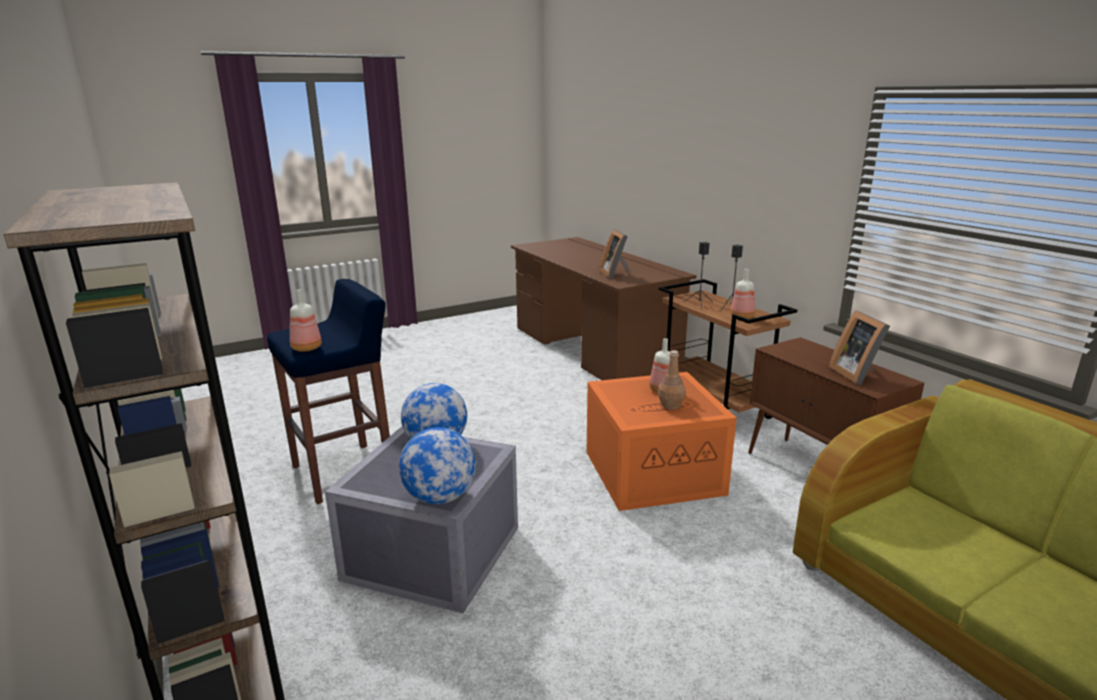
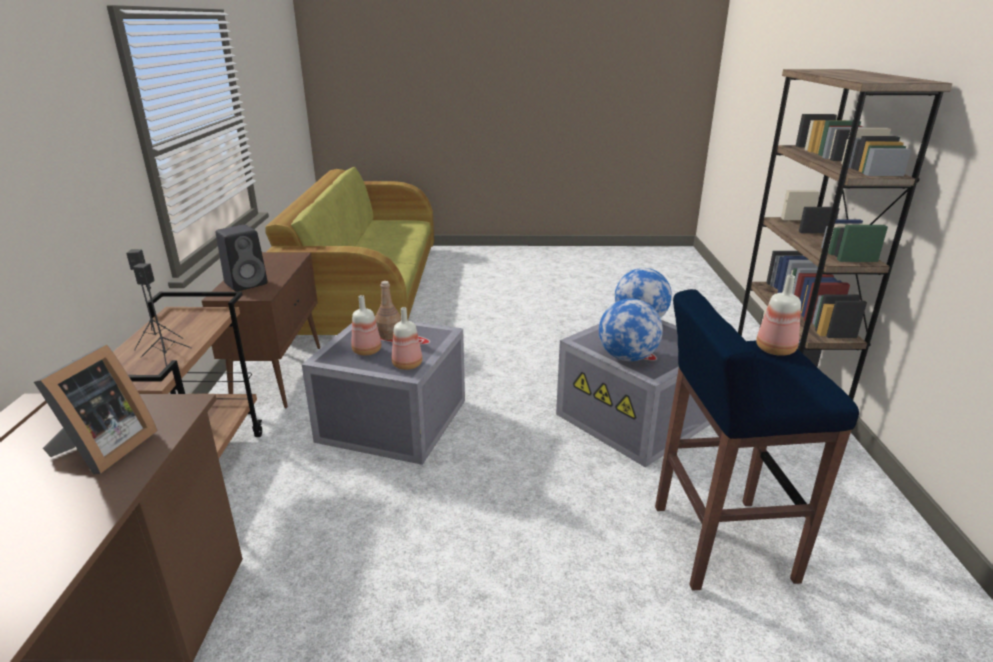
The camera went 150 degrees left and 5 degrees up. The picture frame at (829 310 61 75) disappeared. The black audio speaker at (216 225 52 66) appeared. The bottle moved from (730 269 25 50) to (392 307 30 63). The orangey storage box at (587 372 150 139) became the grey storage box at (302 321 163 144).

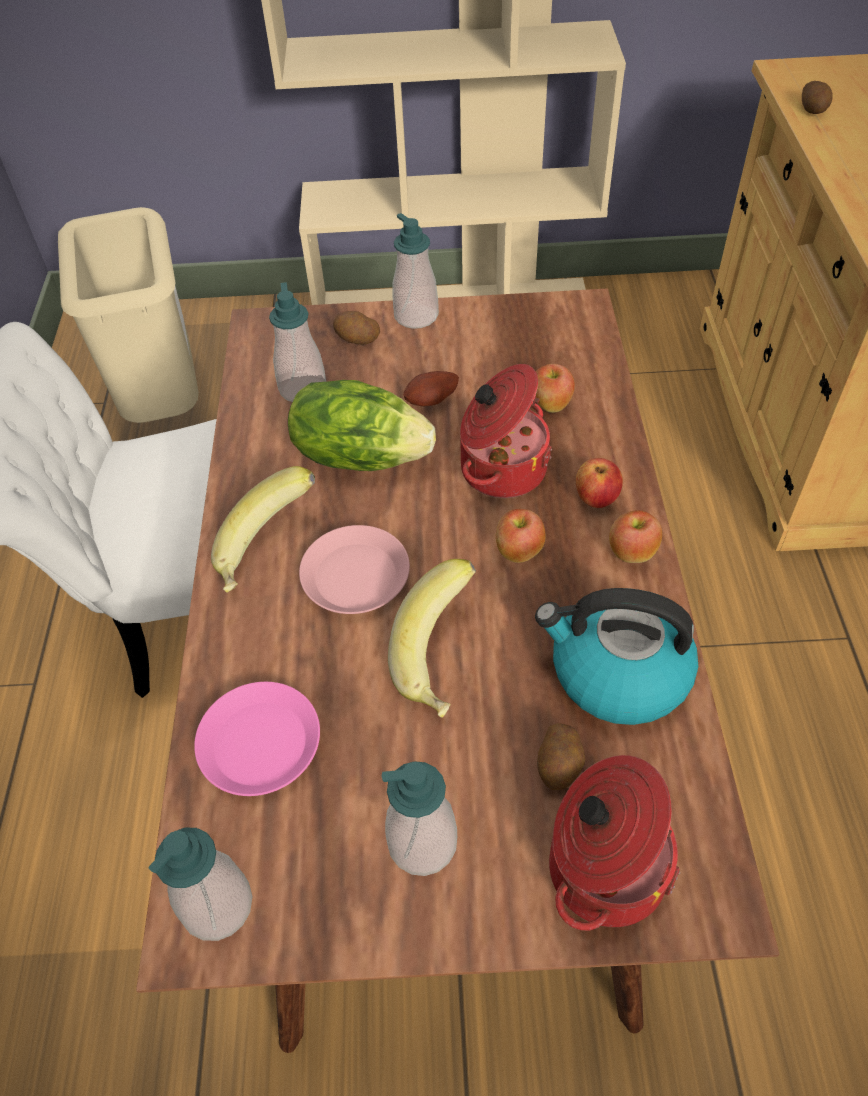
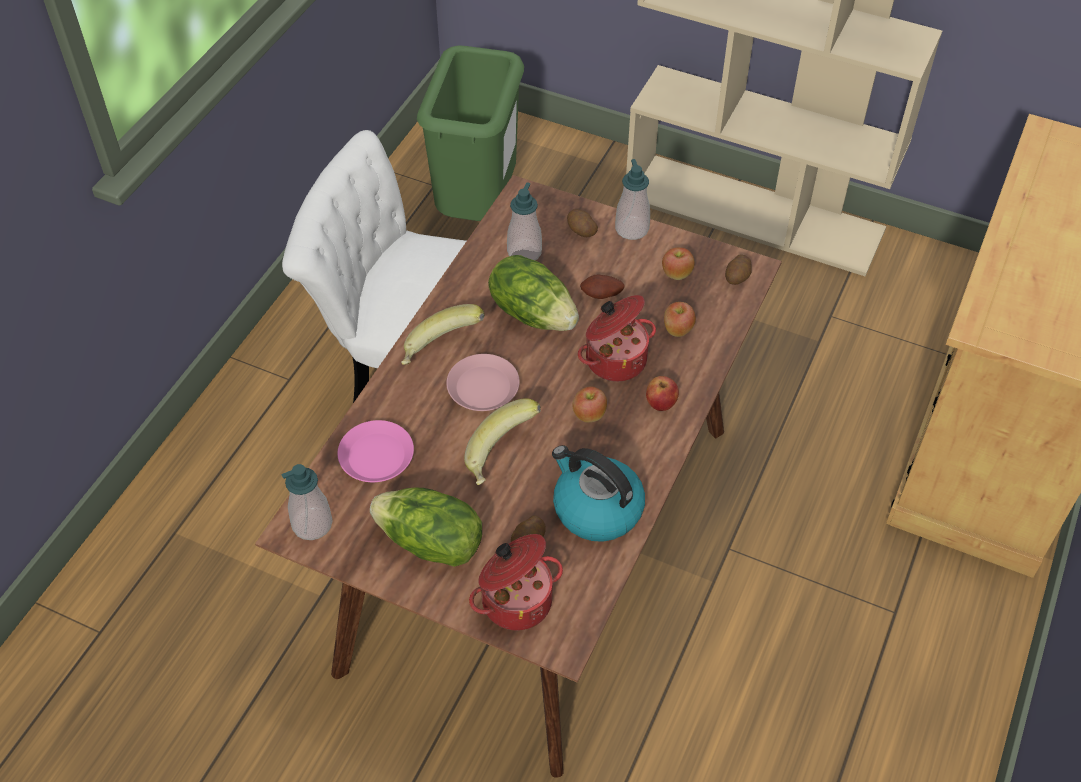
The camera went 25 degrees right and 0 degrees up. The apple moved from (609 510 53 53) to (662 247 32 33). The spud moved from (802 81 31 33) to (725 254 27 31). The liquid soap bottle at (382 761 75 115) was replaced by the lettuce head at (370 487 112 80). The beige waste bin at (58 207 141 216) became the green-coloured waste bin at (417 45 107 176).

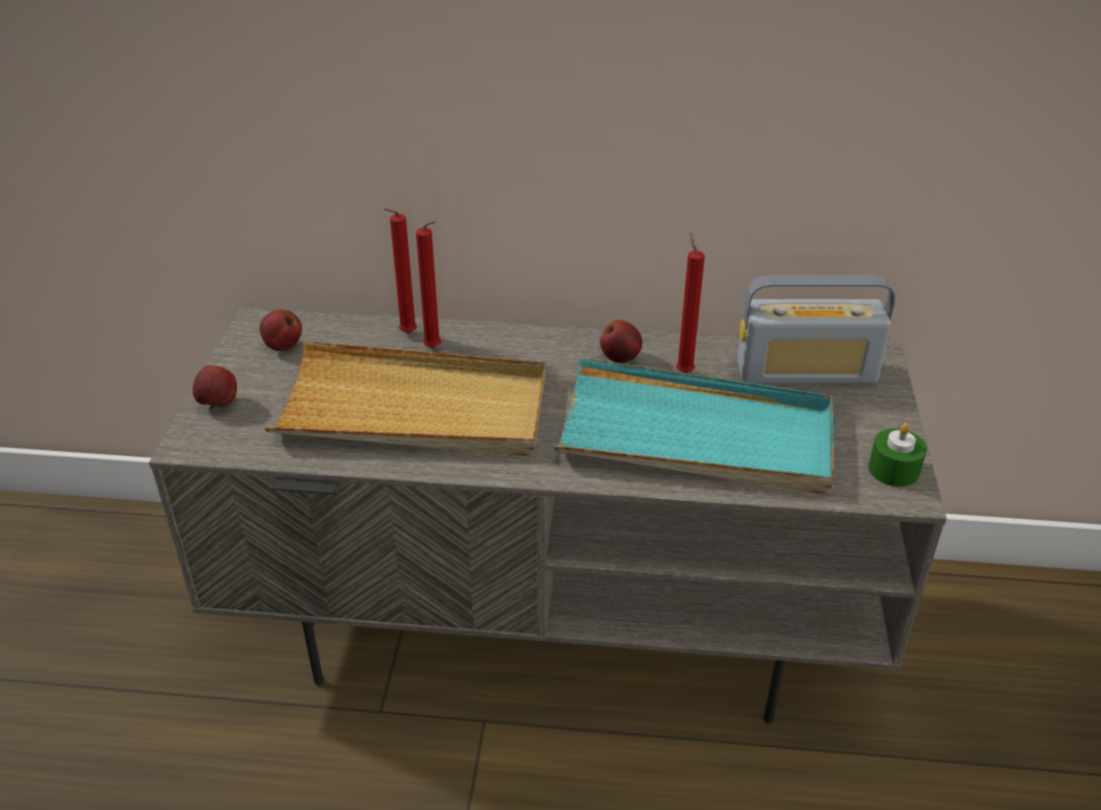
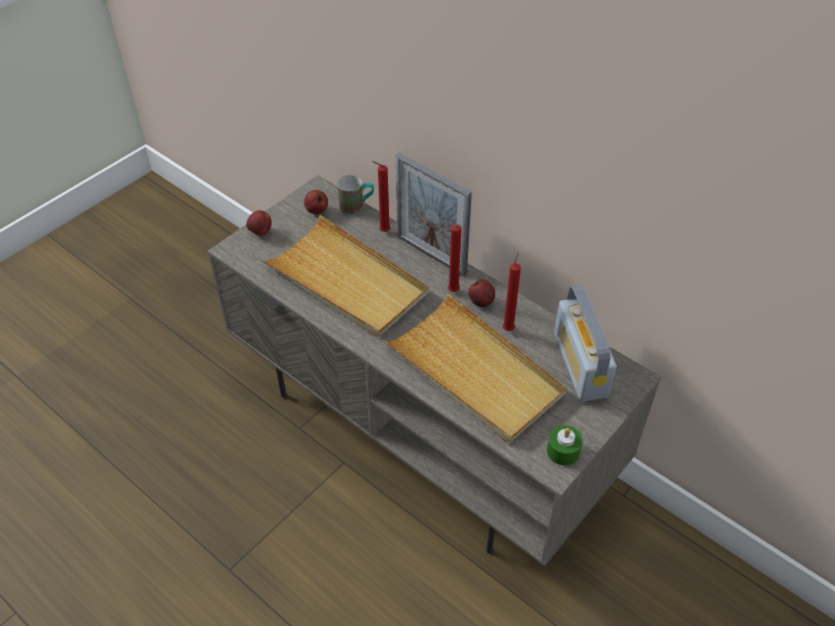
The camera went 35 degrees right and 10 degrees up. The coffee mug at (337 175 37 40) appeared. The picture frame at (396 153 76 124) appeared. The red-coloured wax candle moved from (416 221 25 127) to (448 224 14 68). The turquoise-coloured carrying tray at (554 357 280 137) became the beige carrying tray at (383 293 184 150). The radio set at (737 276 158 108) turned 45 degrees clockwise.

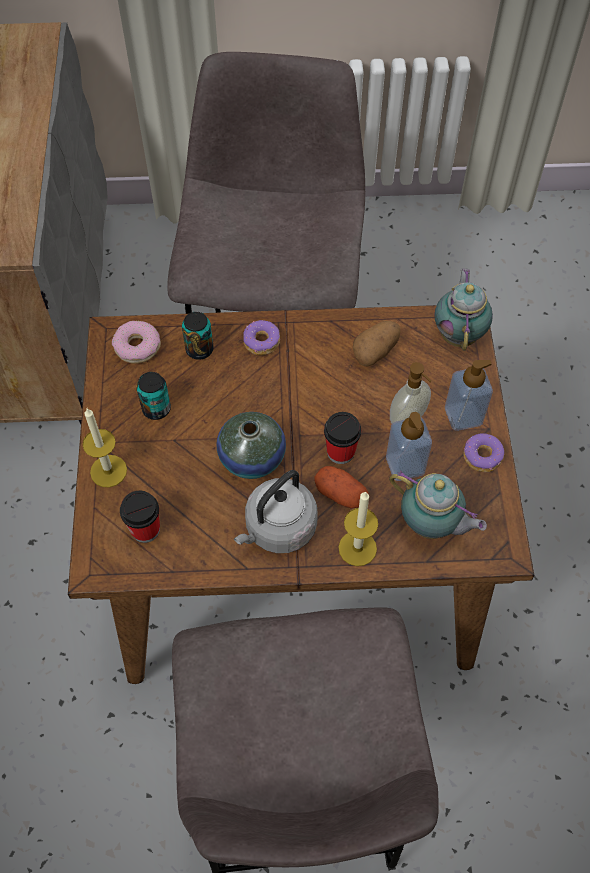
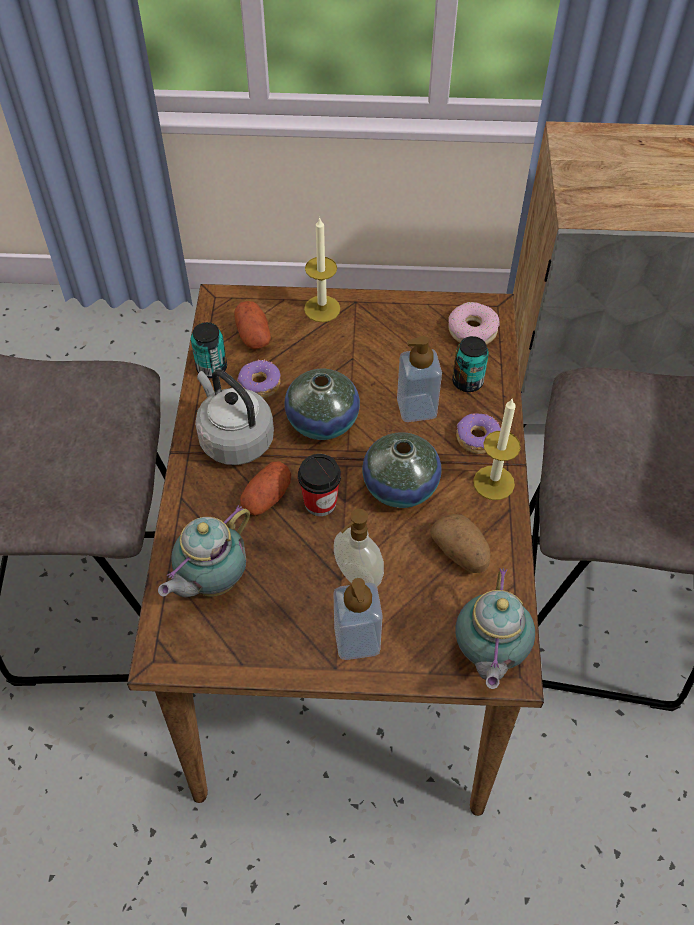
The camera went 95 degrees right and 5 degrees down. The vase at (362 432 80 76) appeared. The can moved from (136 372 35 48) to (191 322 36 56). The wax candle moved from (339 491 39 75) to (473 399 48 101). The liquid soap bottle moved from (386 412 46 69) to (397 336 45 86). The ring doughnut moved from (463 433 41 39) to (237 360 44 38). The cup at (120 491 40 52) was replaced by the spud at (234 301 37 48). The pot for tea at (435 268 58 83) turned 90 degrees clockwise.

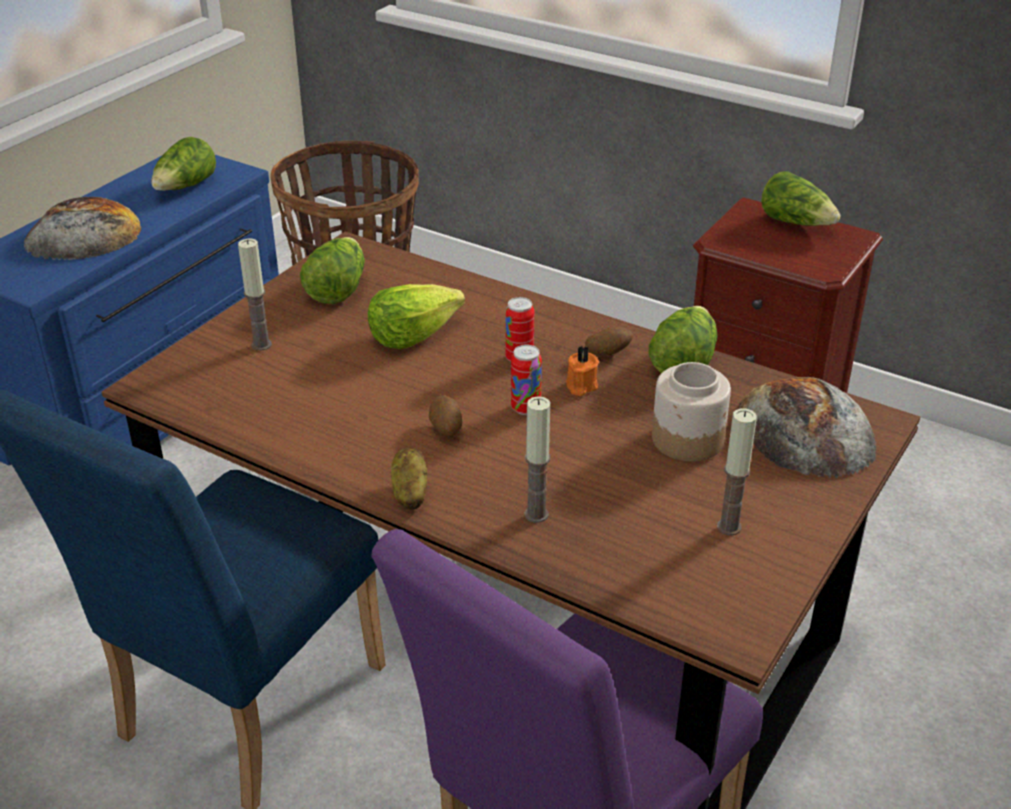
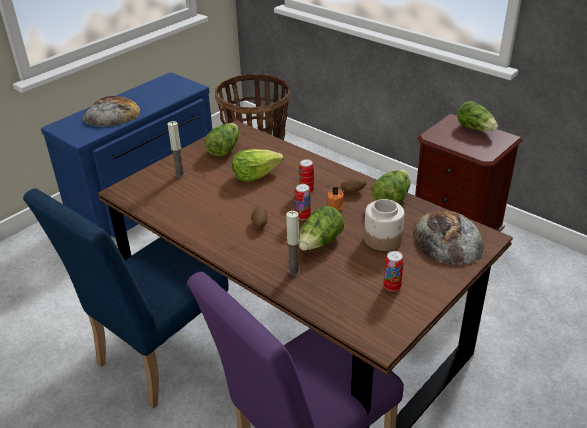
The camera went 10 degrees right and 0 degrees up. The spud at (391 448 36 61) disappeared. The lettuce head moved from (152 137 64 54) to (299 206 45 45). The wax candle at (717 408 40 128) was replaced by the can at (383 251 21 40).

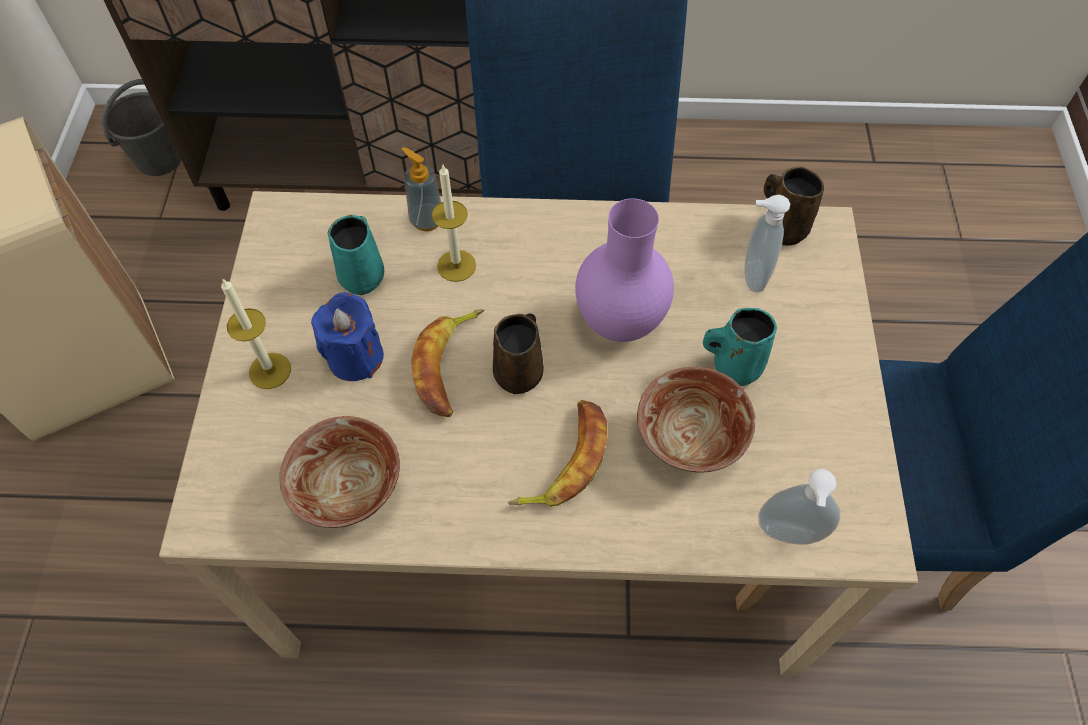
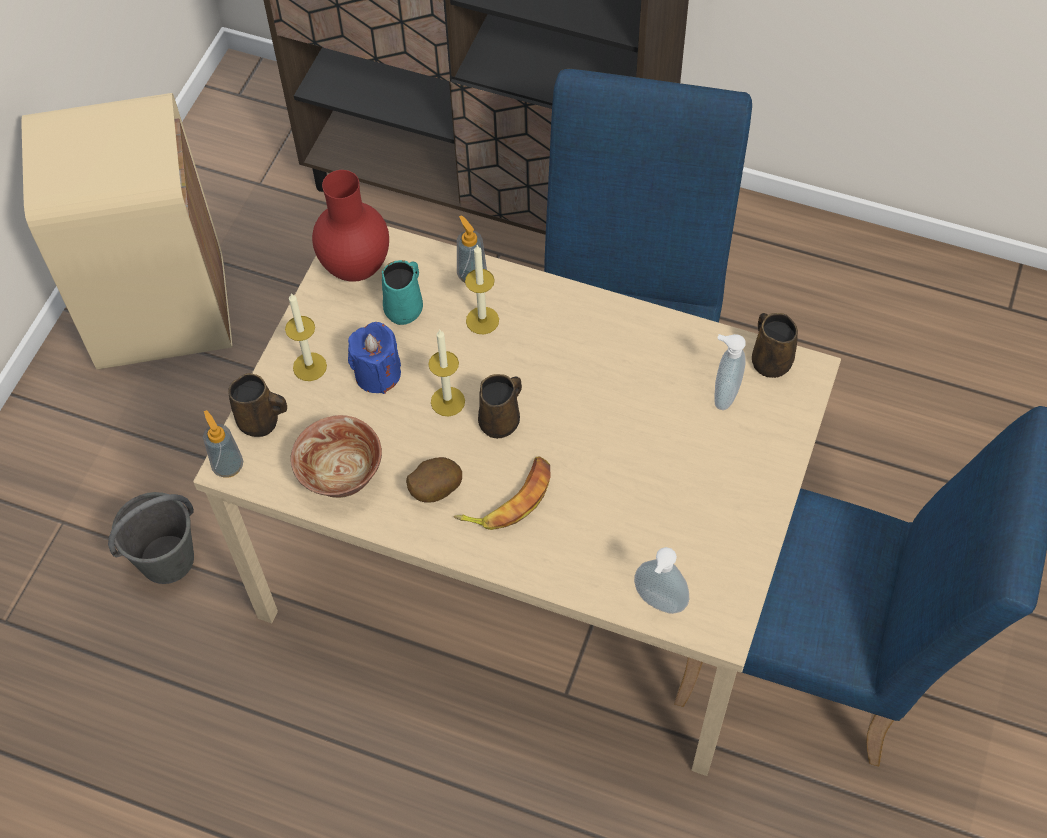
The camera went 20 degrees right and 0 degrees up. The purple vase at (575 198 99 144) disappeared. The bowl at (637 367 118 106) disappeared. The turquoise-coloured coffee mug at (703 308 74 78) disappeared. The liquid soap bottle at (203 410 40 68) appeared. The brownish coffee mug at (228 373 59 64) appeared. The red-coloured vase at (312 170 77 112) appeared. The spud at (406 457 56 46) appeared. The grey bucket moved from (102 79 79 97) to (108 492 86 92). The whole banana at (411 309 73 108) was replaced by the wax candle at (428 330 37 86).

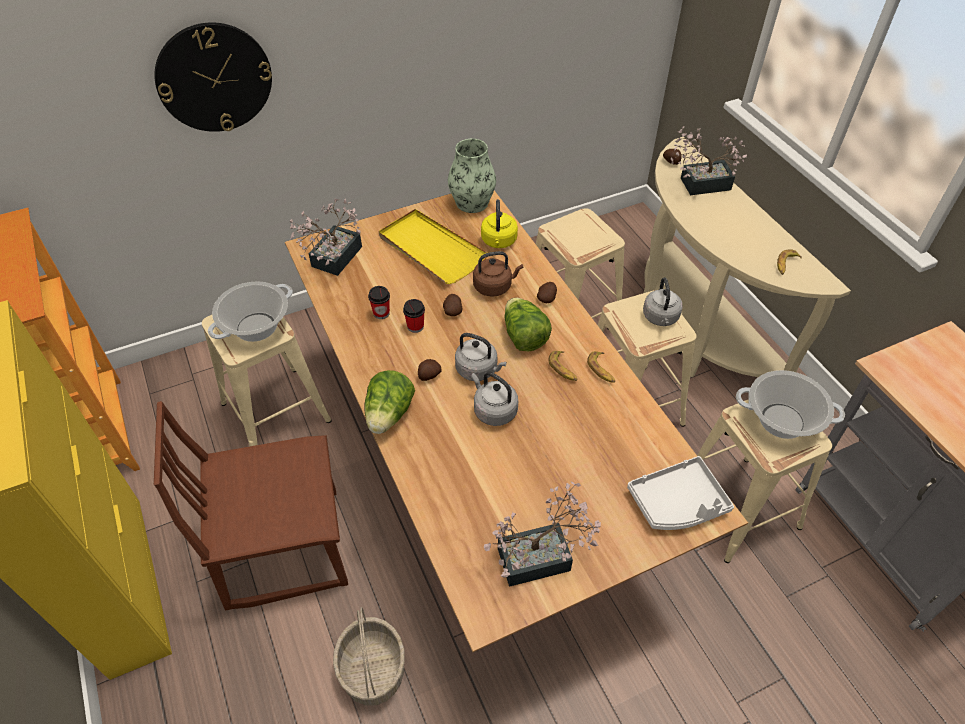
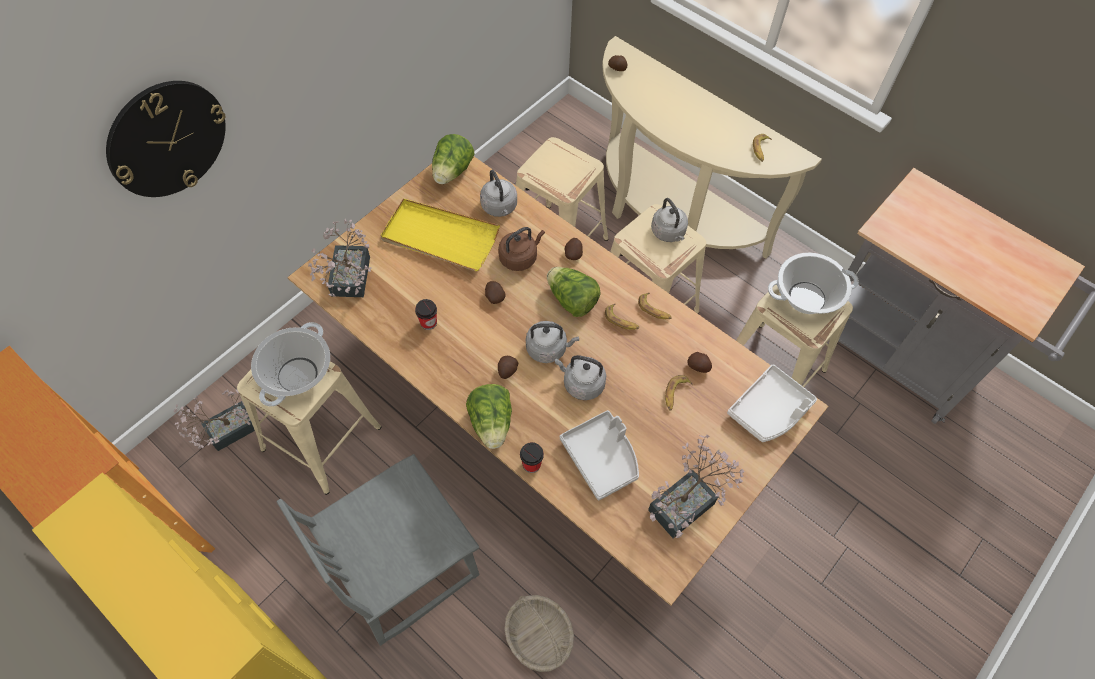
The camera went 25 degrees left and 10 degrees up. The grey carrying tray at (560 410 79 91) appeared. The whole banana at (665 375 28 36) appeared. The spud at (687 352 25 21) appeared. The cup moved from (403 299 22 34) to (520 442 24 31). The potted plant moved from (671 126 76 69) to (173 390 83 61). The vase at (448 139 48 74) was replaced by the lettuce head at (432 134 43 50). The brownish plain chair at (154 401 194 209) became the grey plain chair at (277 454 202 192). The yellow-coloured tea kettle at (481 199 37 49) became the grey tea kettle at (480 170 37 47).

